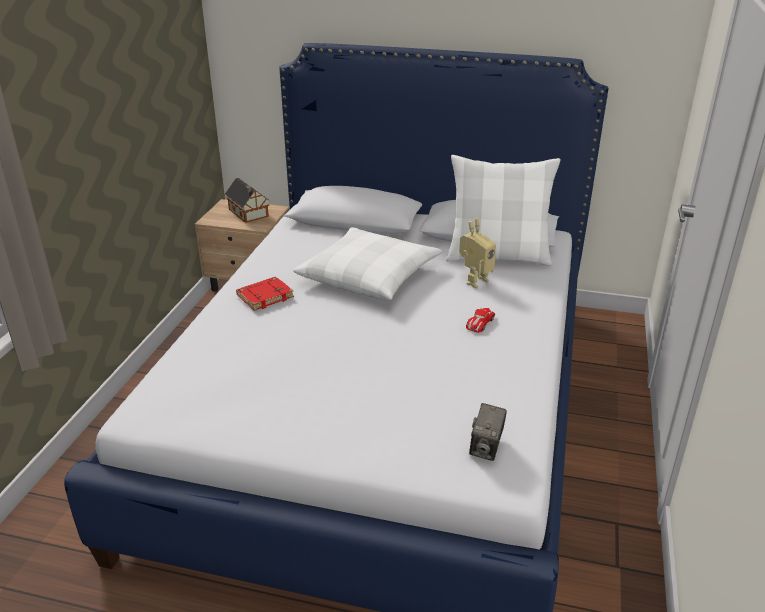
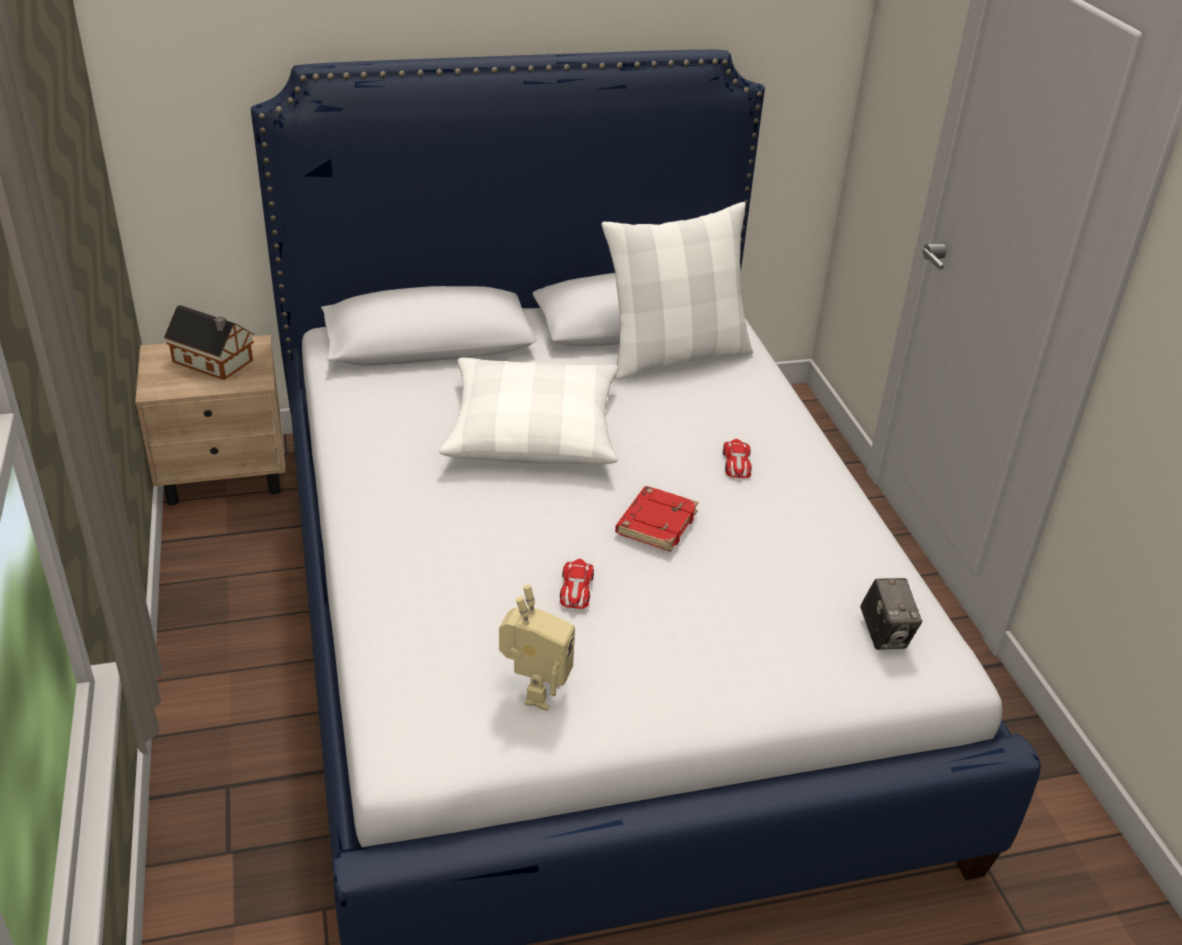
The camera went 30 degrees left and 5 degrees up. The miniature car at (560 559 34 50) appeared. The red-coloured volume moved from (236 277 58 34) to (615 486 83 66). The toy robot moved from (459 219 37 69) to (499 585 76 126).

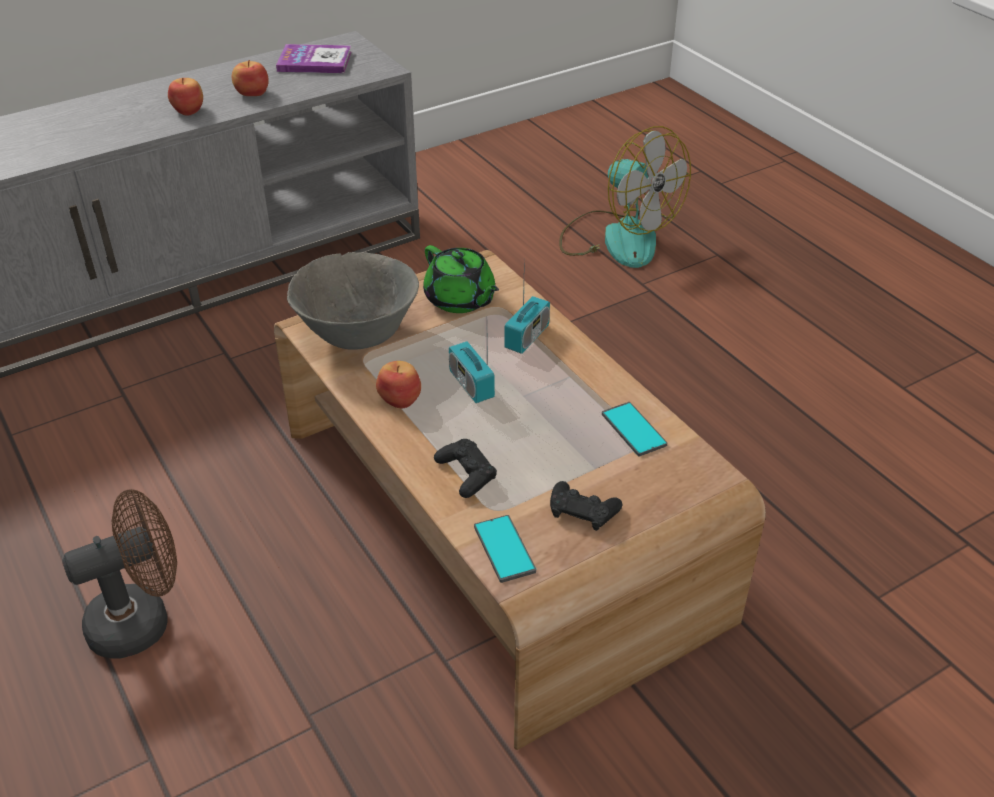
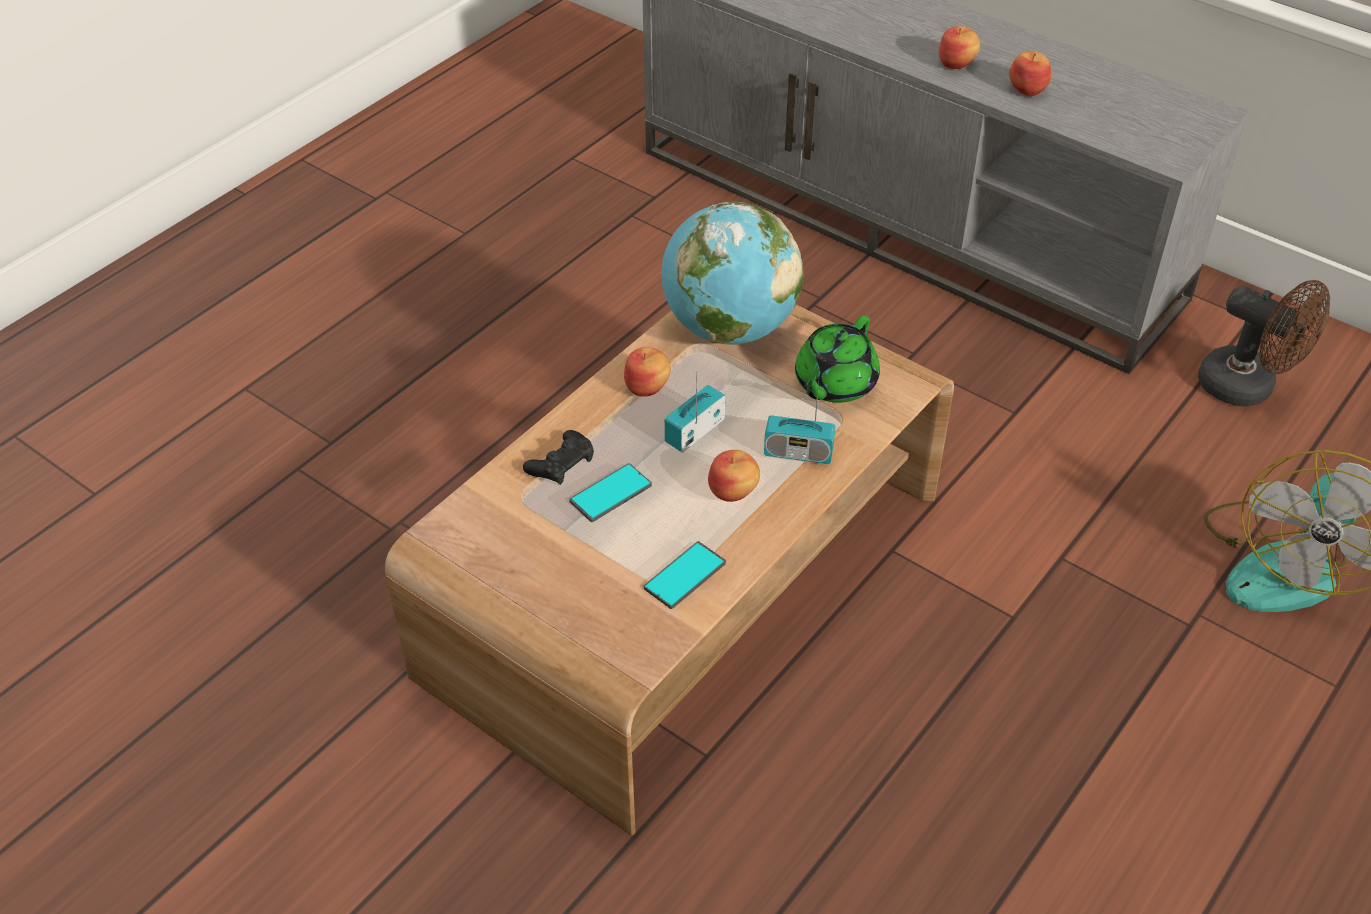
The camera went 70 degrees right and 5 degrees up. The volume at (276 44 75 29) disappeared. The black gamepad at (550 481 72 50) disappeared. The apple at (708 450 52 52) appeared. The brownish cooling fan moved from (62 489 115 170) to (1198 280 132 126). The phone moved from (474 515 62 68) to (569 463 83 59). The grey bowl at (287 252 132 98) was replaced by the world globe at (661 201 142 143).

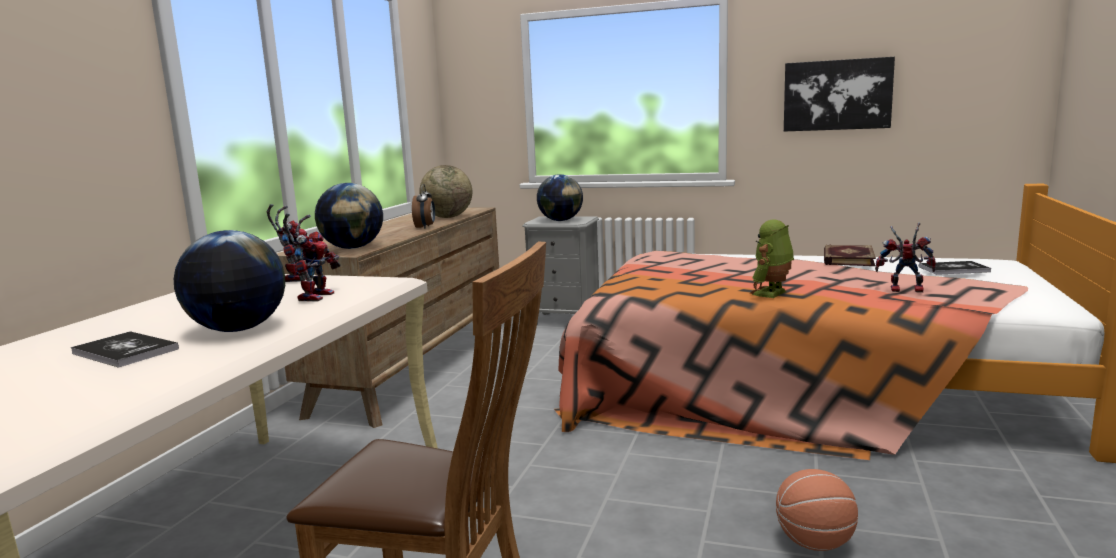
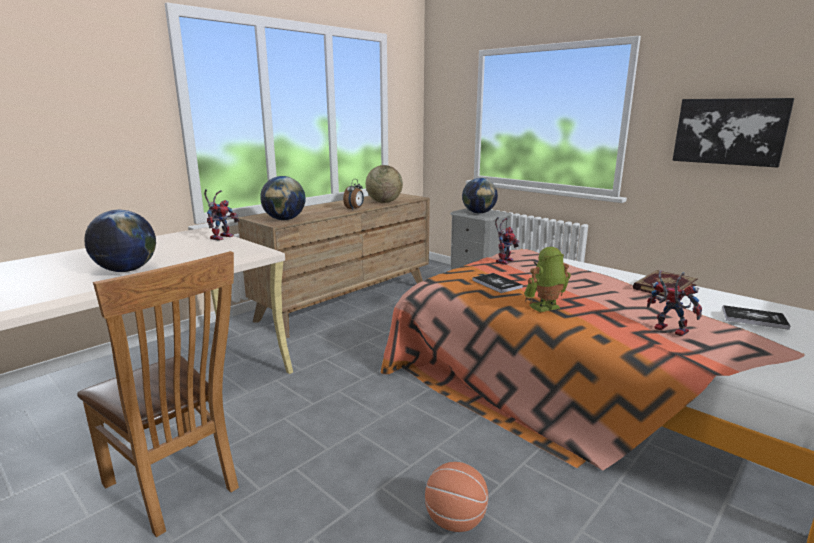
The camera went 25 degrees right and 5 degrees up. The volume moved from (71 331 108 37) to (472 273 51 20). The toy robot moved from (283 213 58 88) to (495 217 24 48).

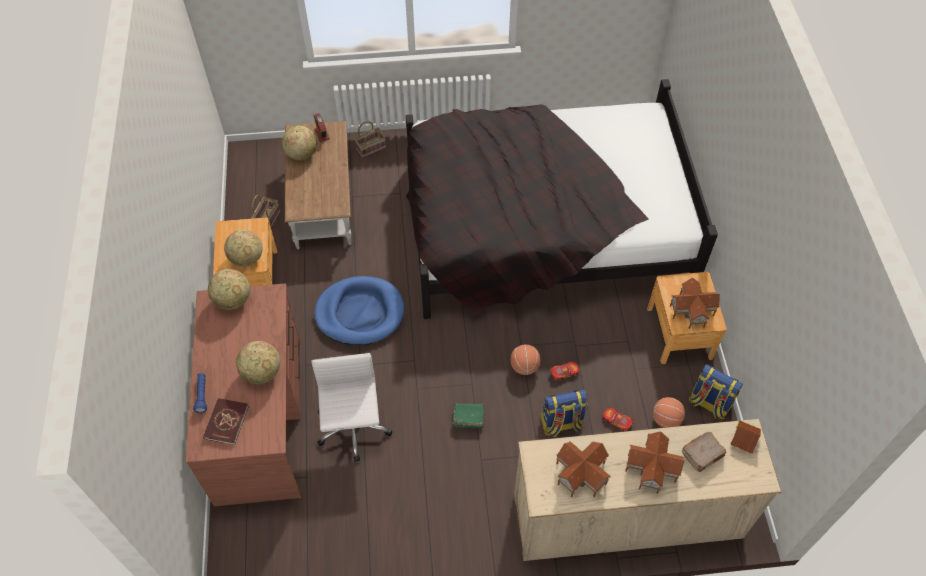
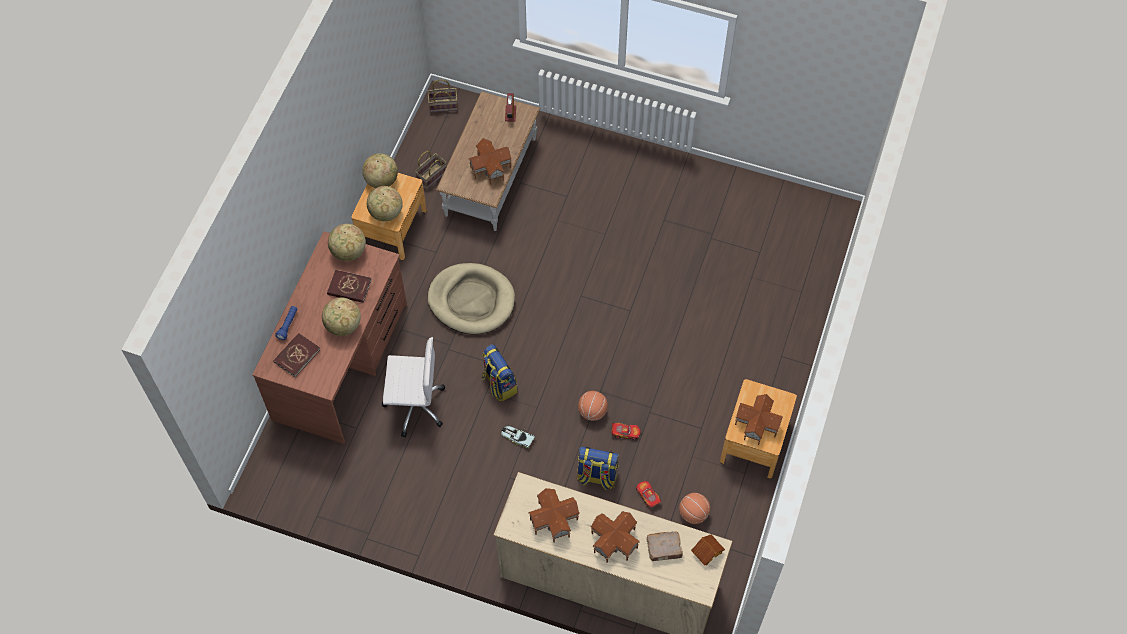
The camera went 25 degrees right and 5 degrees up. The black bedroom bed at (406 79 312 240) disappeared. The red-coloured volume at (327 270 45 33) appeared. The miniature house at (469 138 43 47) appeared. The world globe moved from (282 126 35 34) to (362 153 36 35). The household basket moved from (354 121 32 37) to (427 79 31 33). The backpack moved from (689 364 54 55) to (482 344 36 58). The green-coloured volume at (453 403 31 25) was replaced by the miniature car at (501 426 34 22). The blue dog bed at (314 276 91 69) became the beige dog bed at (427 263 88 71). The white-coloured desk chair at (311 353 82 109) turned 75 degrees clockwise.

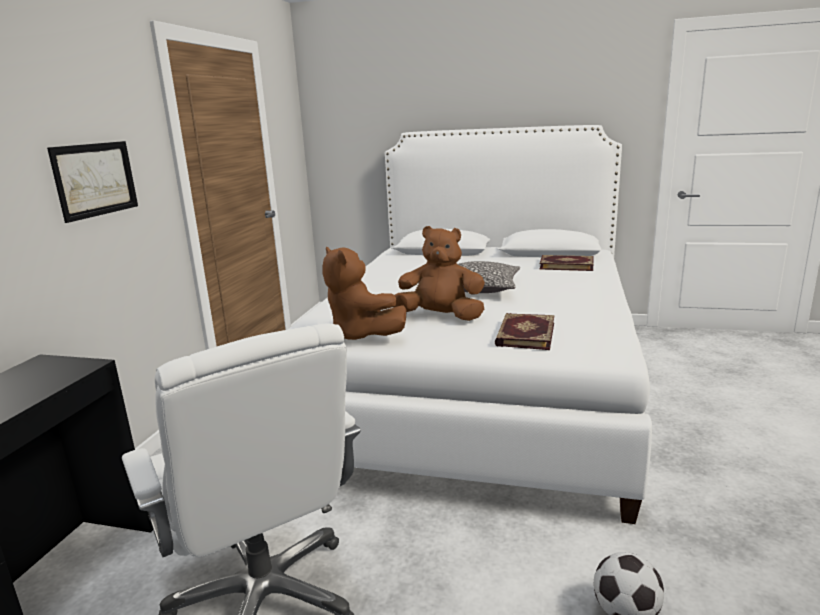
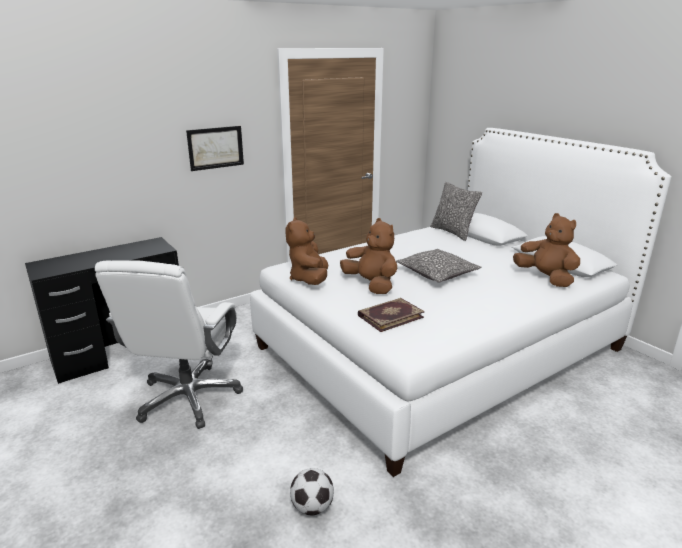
The camera went 40 degrees right and 5 degrees up. The cushion at (430 182 52 59) appeared. The volume at (540 255 54 16) was replaced by the brownish soft toy at (513 213 67 74).

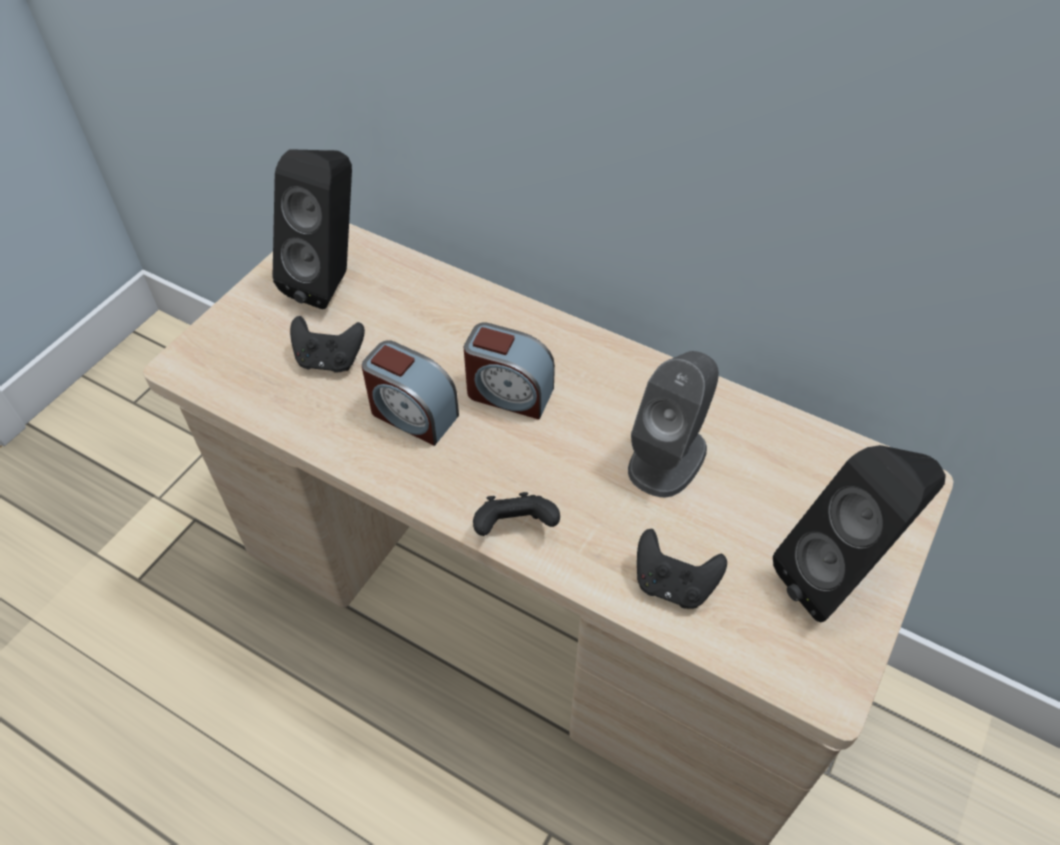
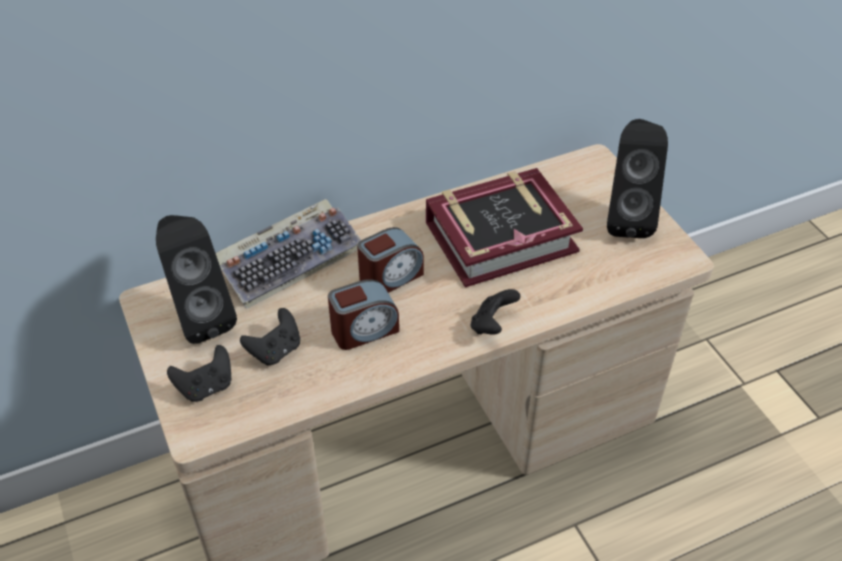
The camera went 55 degrees left and 5 degrees down. The PC keyboard at (216 199 145 110) appeared. The black gamepad moved from (637 529 90 80) to (167 345 64 57). The grey audio speaker at (628 351 91 147) was replaced by the volume at (426 168 157 119).

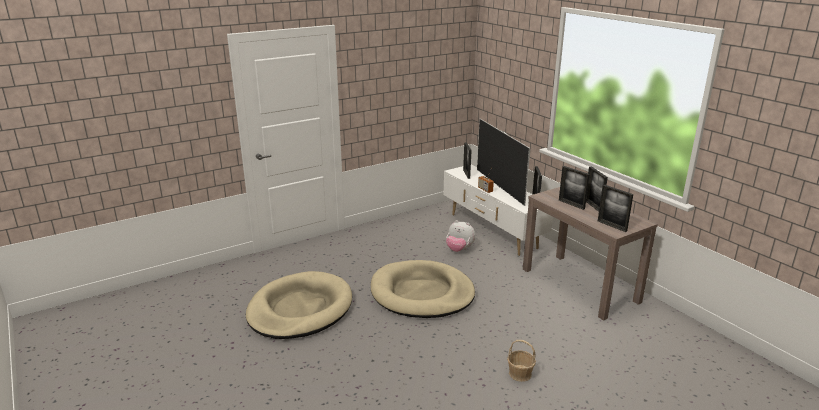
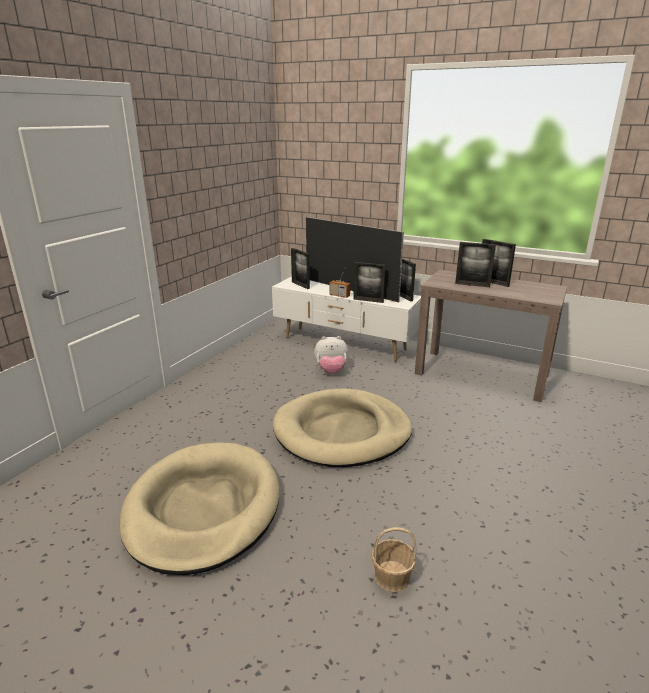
The camera went 30 degrees left and 0 degrees up. The household basket moved from (507 340 29 42) to (371 527 46 65). The picture frame moved from (598 185 35 47) to (353 262 32 41).

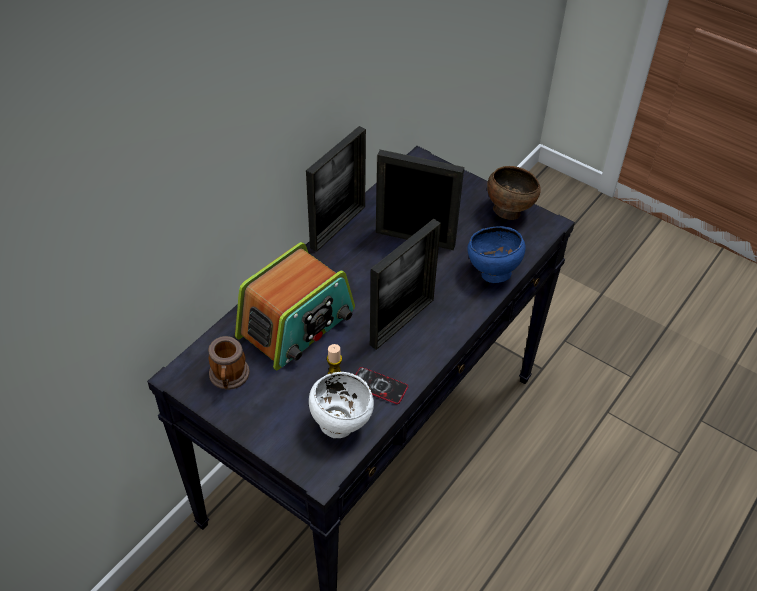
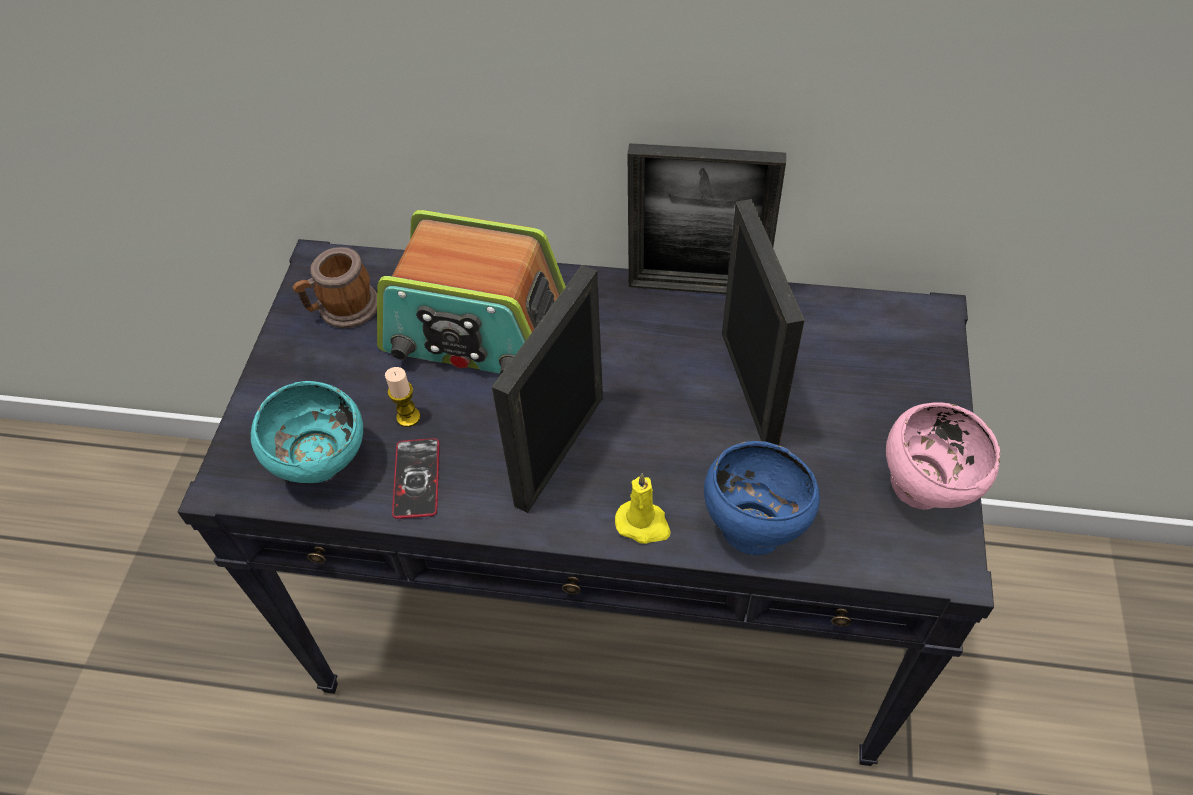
The camera went 65 degrees right and 5 degrees up. The yellow-coloured wax candle at (615 473 56 71) appeared. The white-coloured bowl at (309 372 65 66) became the turquoise-coloured bowl at (251 381 112 102). The brownish bowl at (487 166 54 54) became the pink bowl at (886 402 114 108). The picture frame at (370 219 71 131) turned 105 degrees clockwise.

